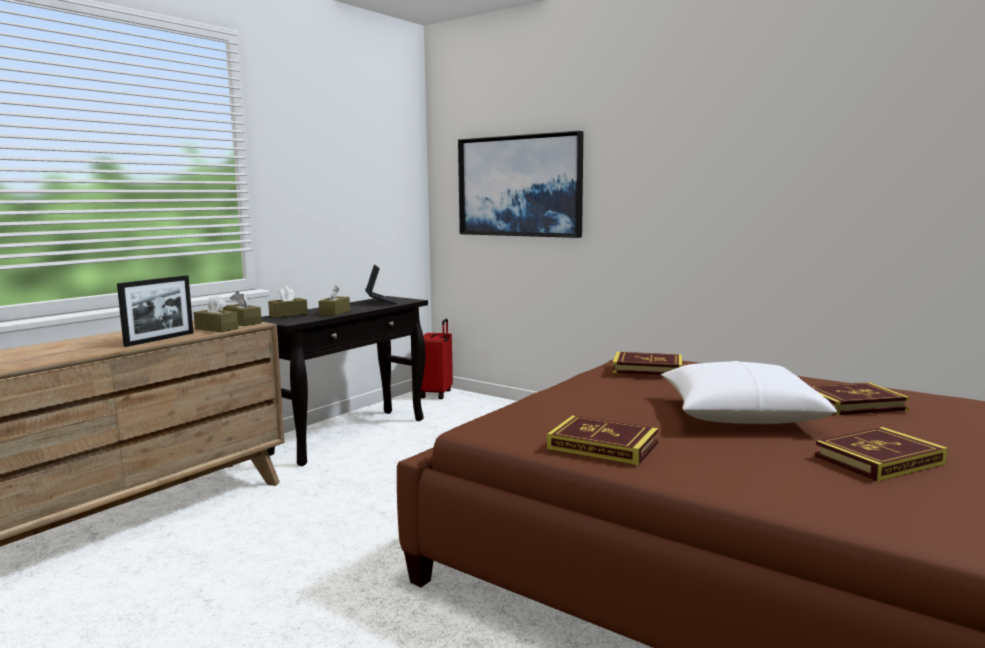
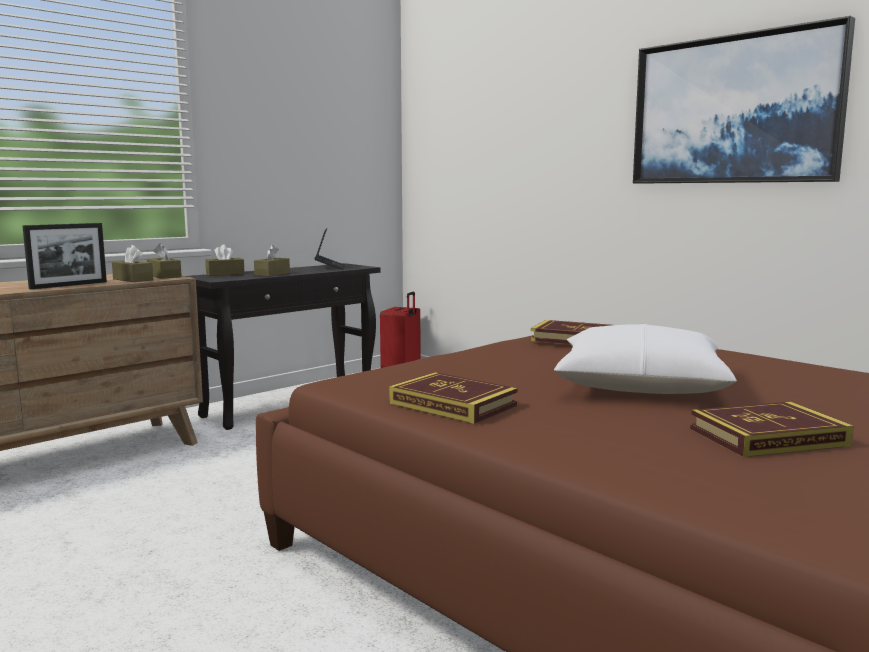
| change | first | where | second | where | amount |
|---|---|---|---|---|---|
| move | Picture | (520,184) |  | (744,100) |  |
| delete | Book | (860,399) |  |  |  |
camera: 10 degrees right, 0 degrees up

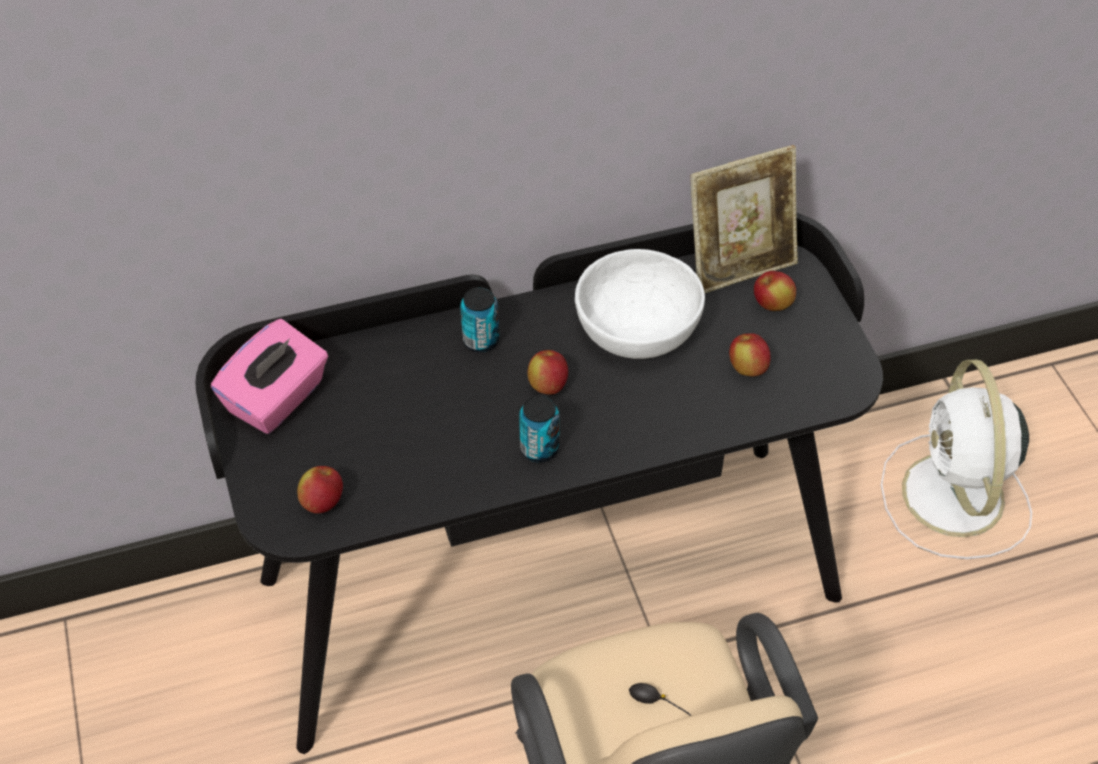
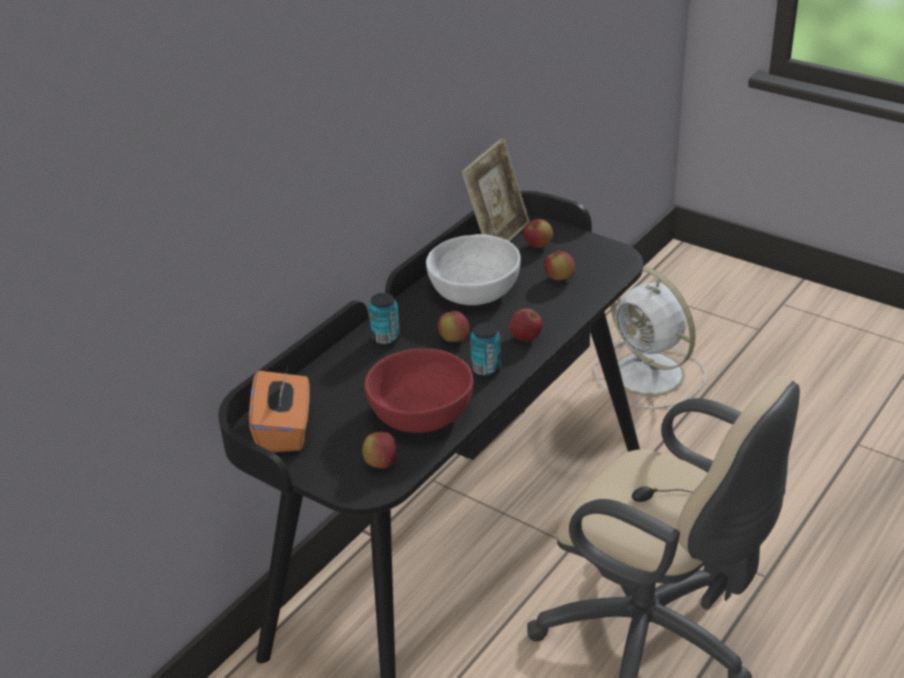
| change | first | where | second | where | amount |
|---|---|---|---|---|---|
| recolor | PinkTissueBox | (269,376) | OrangeTissueBox | (279,410) |  |
| insert |  |  | RedBowl | (419,390) |  |
| insert |  |  | Apple | (526,325) |  |
camera: 35 degrees left, 15 degrees down

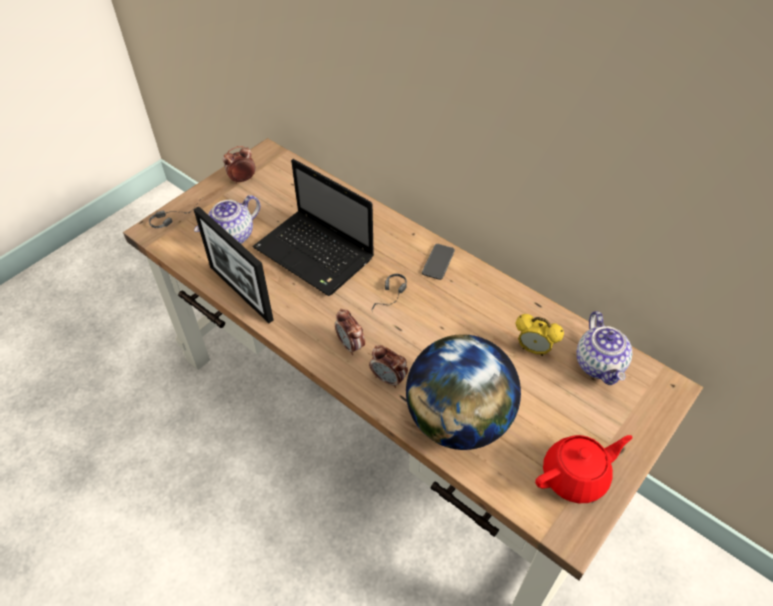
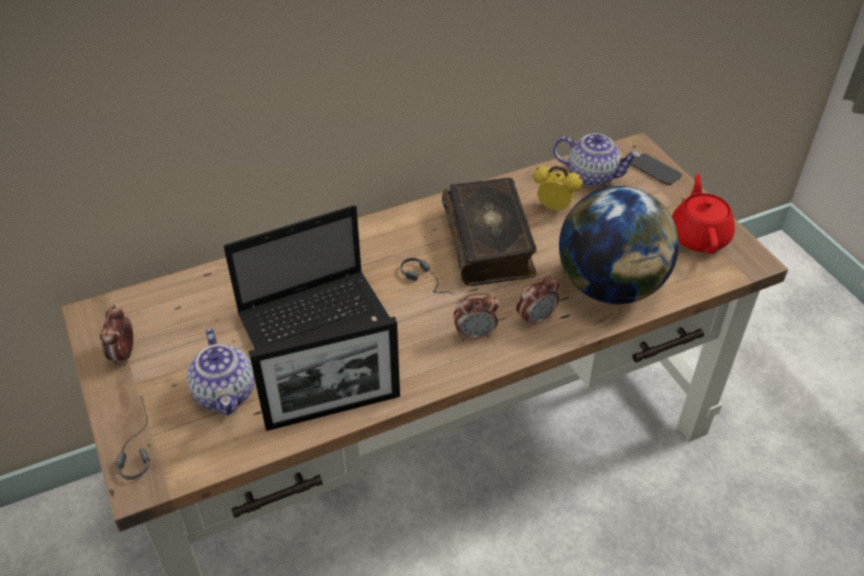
| change | first | where | second | where | amount |
|---|---|---|---|---|---|
| insert |  |  | Book | (489,232) |  |
| rotate | AlarmClock | (540,335) |  | (558,188) | 120 degrees counterclockwise |
| move | Phone | (438,262) |  | (656,169) |  |
camera: 65 degrees left, 5 degrees down

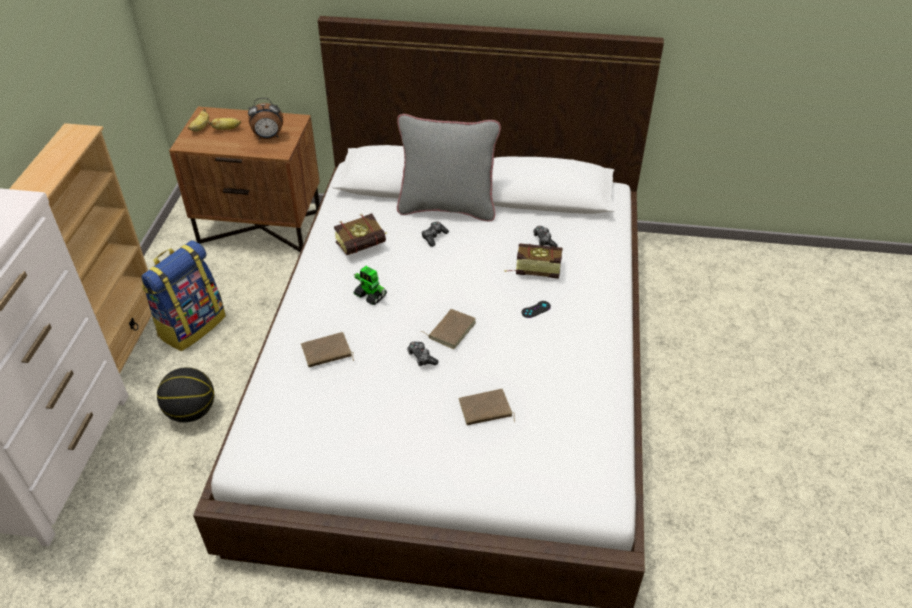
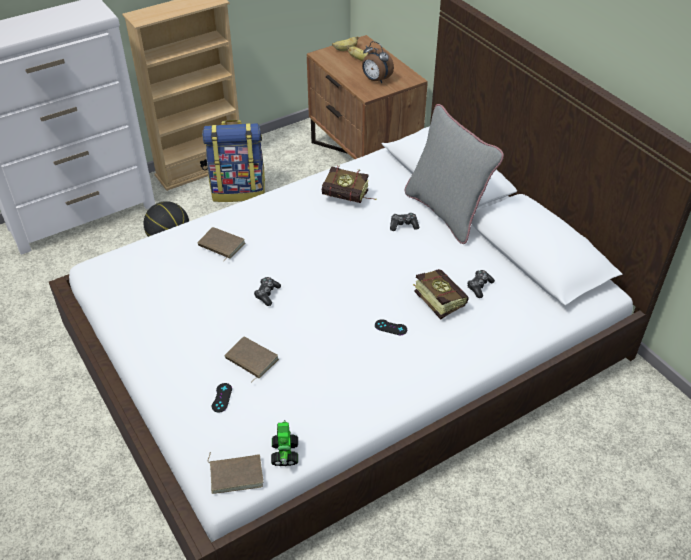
| change | first | where | second | where | amount |
|---|---|---|---|---|---|
| move | BrownBook | (448,329) |  | (235,473) |  |
| insert |  |  | BlackGameController | (222,398) |  |
| move | ToyRobot | (370,285) |  | (284,443) |  |
camera: 50 degrees right, 0 degrees up

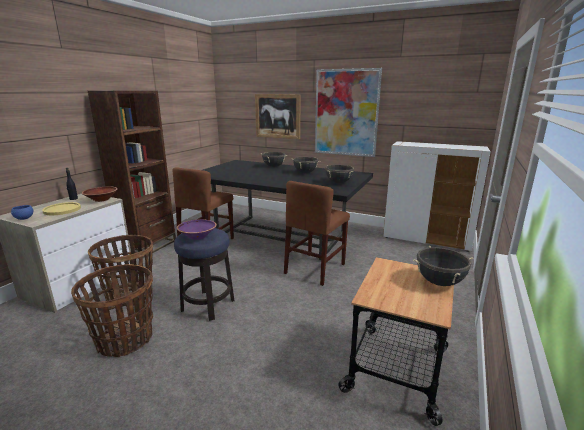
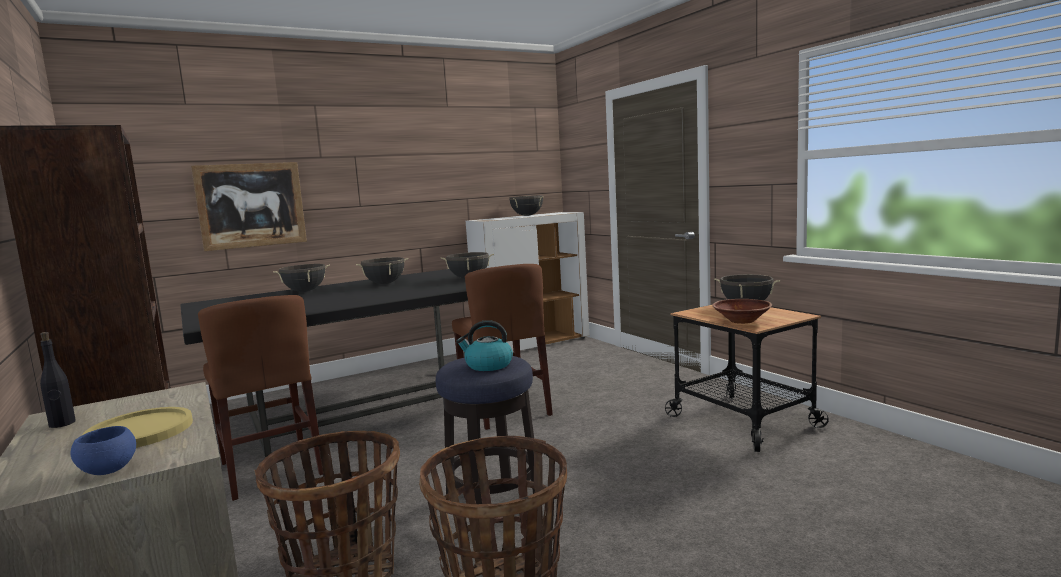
| change | first | where | second | where | amount |
|---|---|---|---|---|---|
| replace | PurpleBowl | (197,229) | Kettle | (484,345) |  |
| insert |  |  | BlackCookingPot | (526,205) |  |
| move | BrownBowl | (100,194) |  | (742,311) |  |
| delete | Picture | (348,112) |  |  |  |
camera: 55 degrees left, 10 degrees down

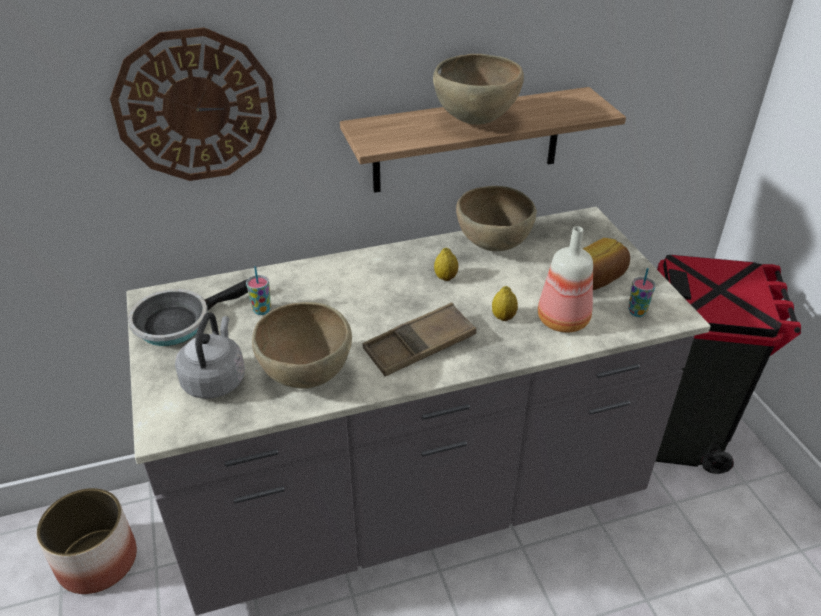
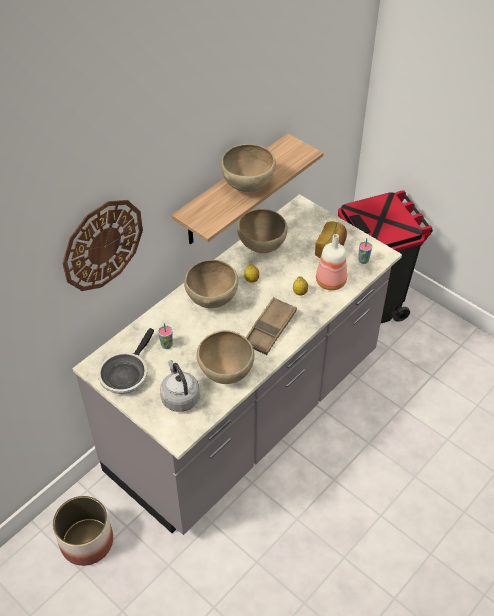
| change | first | where | second | where | amount |
|---|---|---|---|---|---|
| insert |  |  | BrownBowl | (211,284) |  |
camera: 30 degrees left, 10 degrees up

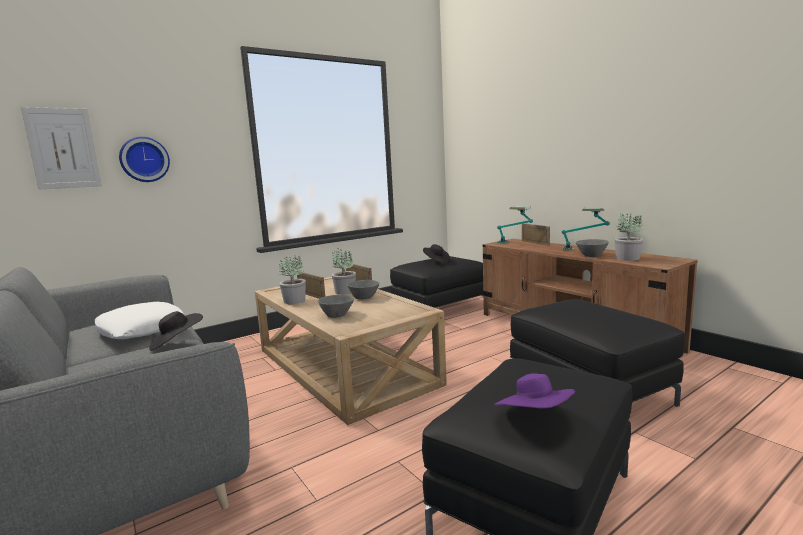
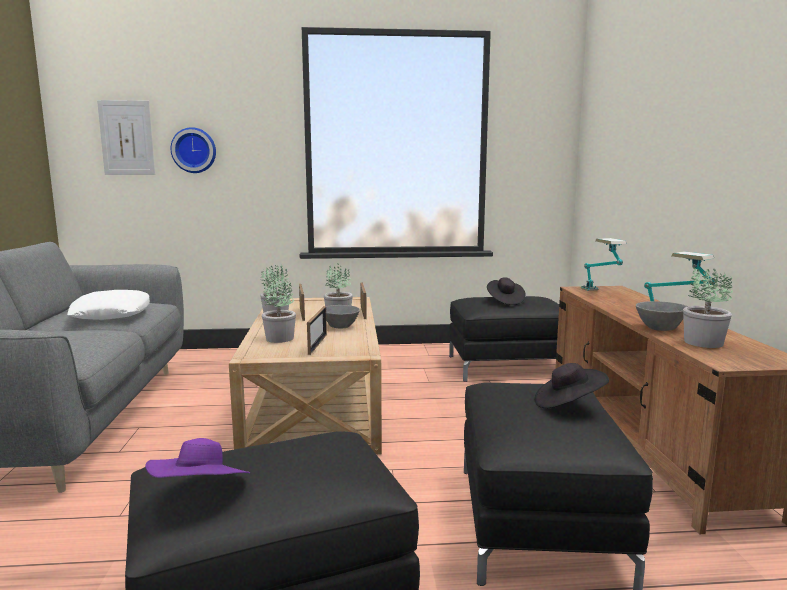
| change | first | where | second | where | amount |
|---|---|---|---|---|---|
| replace | GreyBowl | (336,306) | PottedPlant | (279,312) |  |
| move | PictureFrame | (536,234) |  | (317,330) |  |
| move | BlackHat | (176,331) |  | (572,385) |  |
camera: 30 degrees right, 0 degrees up

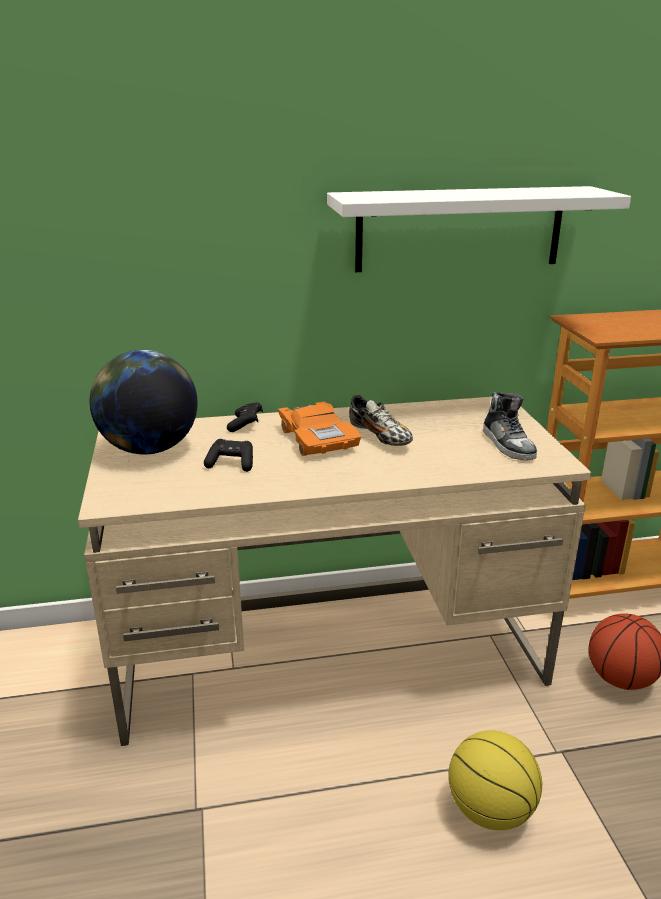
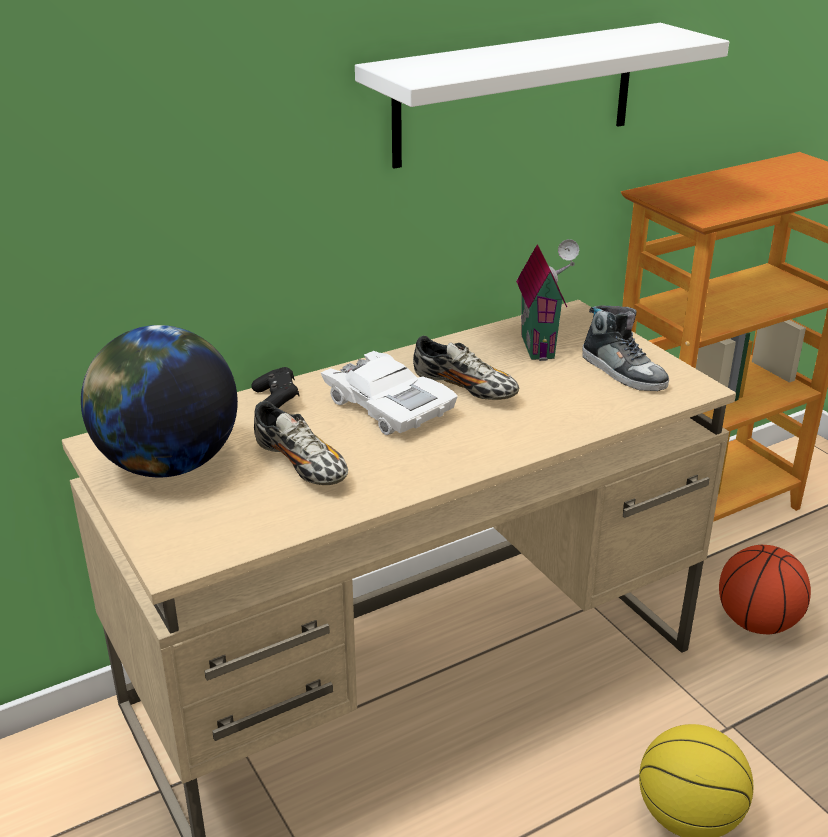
| change | first | where | second | where | amount |
|---|---|---|---|---|---|
| replace | BlackGameController | (228,455) | Shoe | (301,443) |  |
| recolor | OrangeToyCar | (319,429) | WhiteToyCar | (389,393) |  |
| insert |  |  | ToyHouse | (547,300) |  |
camera: 20 degrees left, 5 degrees up

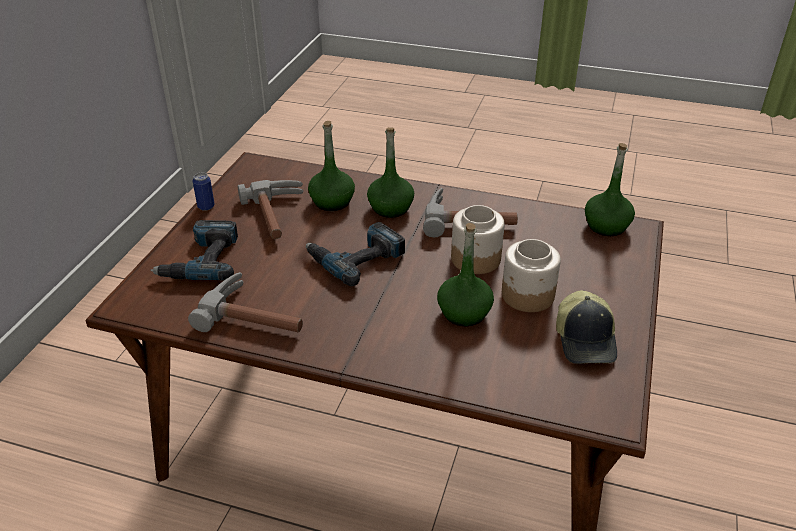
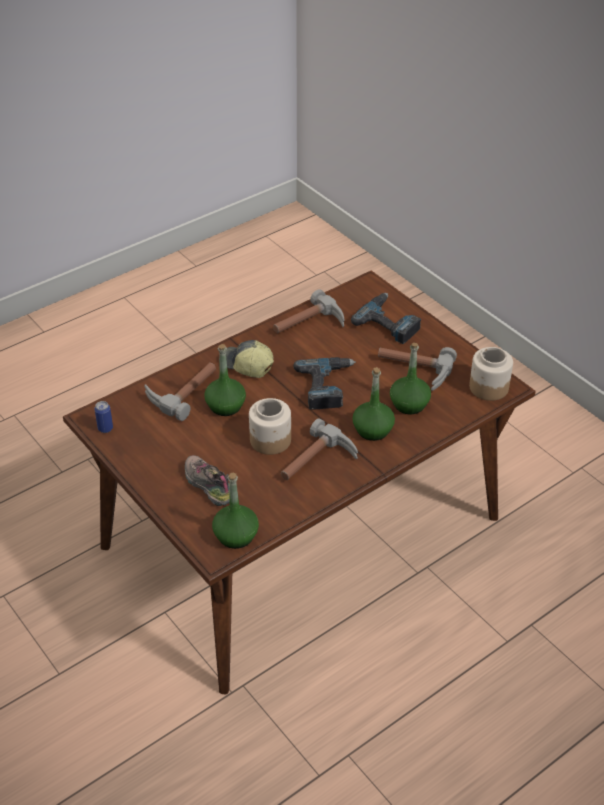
| change | first | where | second | where | amount |
|---|---|---|---|---|---|
| move | Can | (204,192) |  | (103,417) |  |
| insert |  |  | Hammer | (180,392) |  |
| insert |  |  | Shoe | (207,480) |  |
| move | Cap | (586,327) |  | (246,359) |  |
| move | Jar | (531,275) |  | (491,374) |  |
camera: 125 degrees right, 5 degrees up

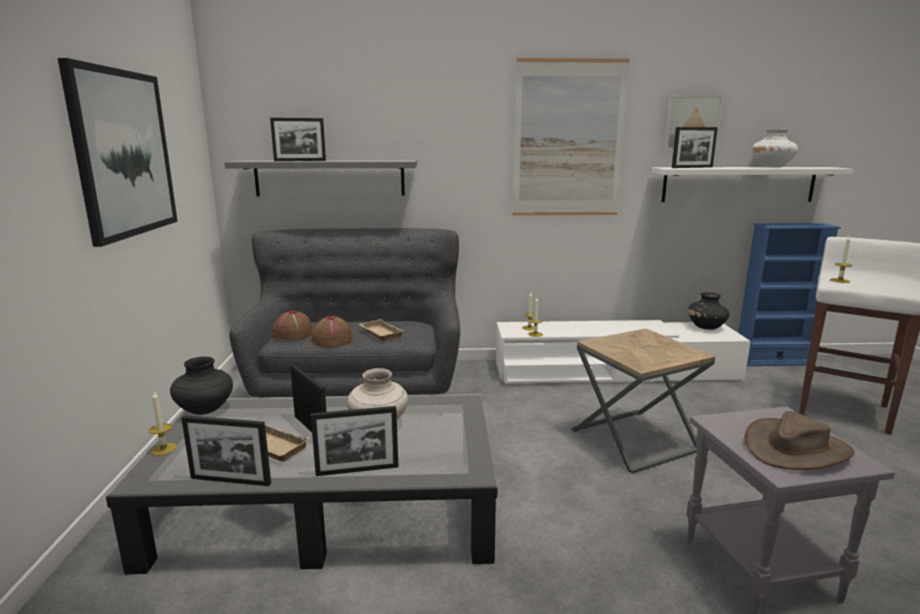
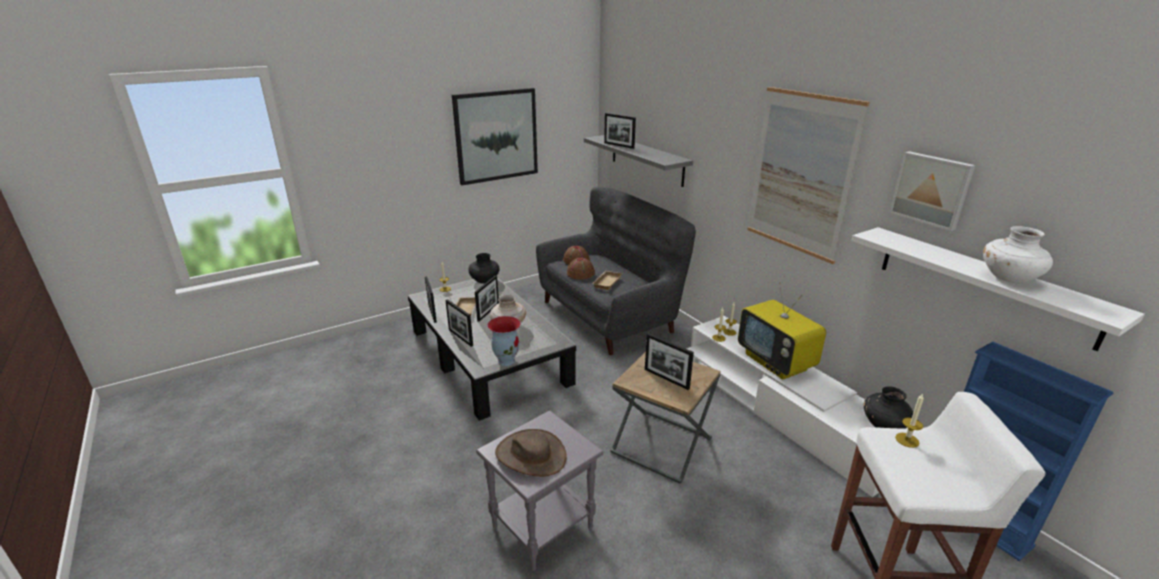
| change | first | where | second | where | amount |
|---|---|---|---|---|---|
| insert |  |  | Vase | (504,341) |  |
| move | PictureFrame | (695,147) |  | (669,361) |  |
| insert |  |  | Television | (782,330) |  |
camera: 60 degrees right, 10 degrees up

